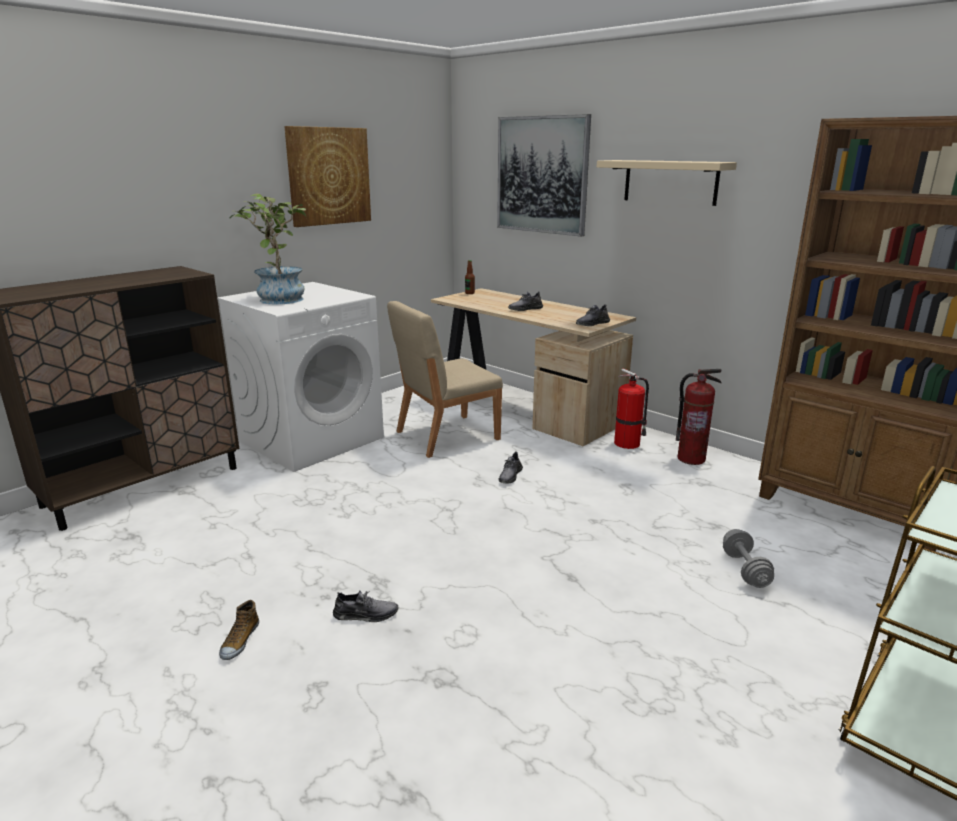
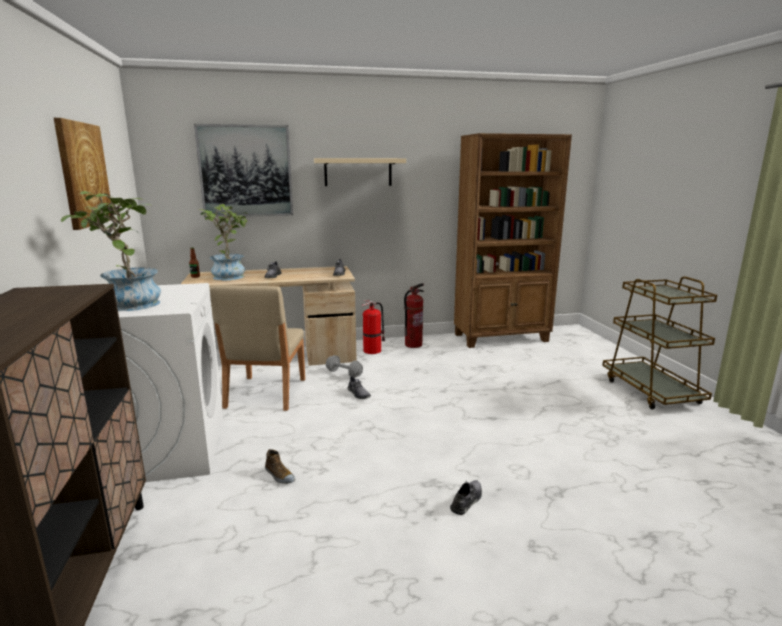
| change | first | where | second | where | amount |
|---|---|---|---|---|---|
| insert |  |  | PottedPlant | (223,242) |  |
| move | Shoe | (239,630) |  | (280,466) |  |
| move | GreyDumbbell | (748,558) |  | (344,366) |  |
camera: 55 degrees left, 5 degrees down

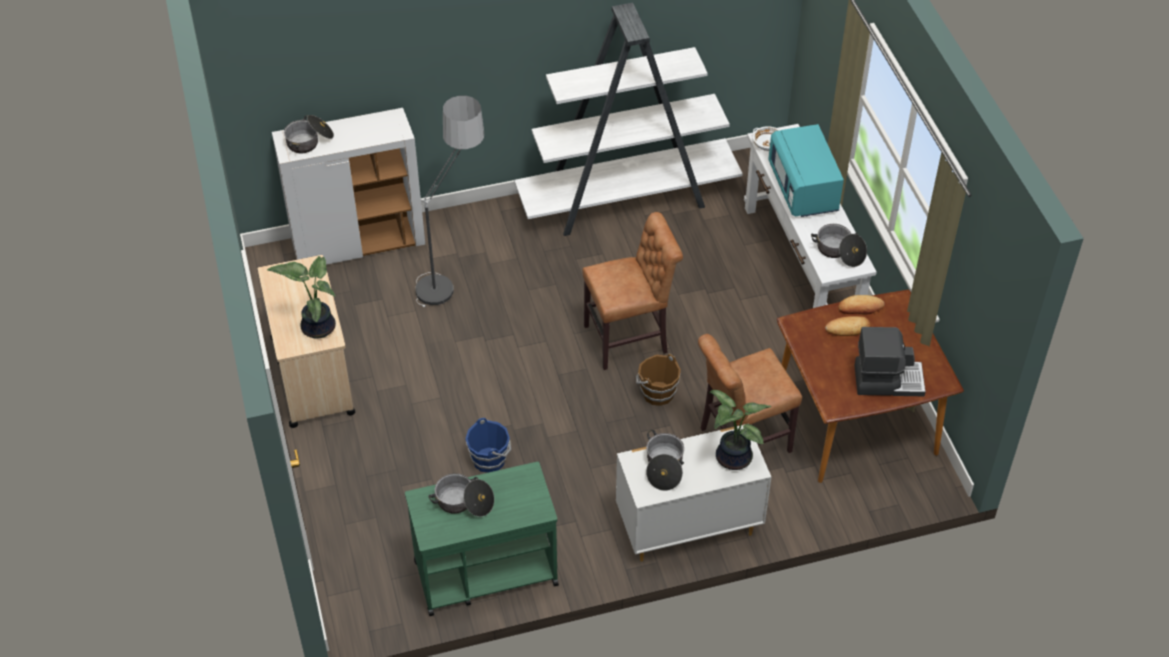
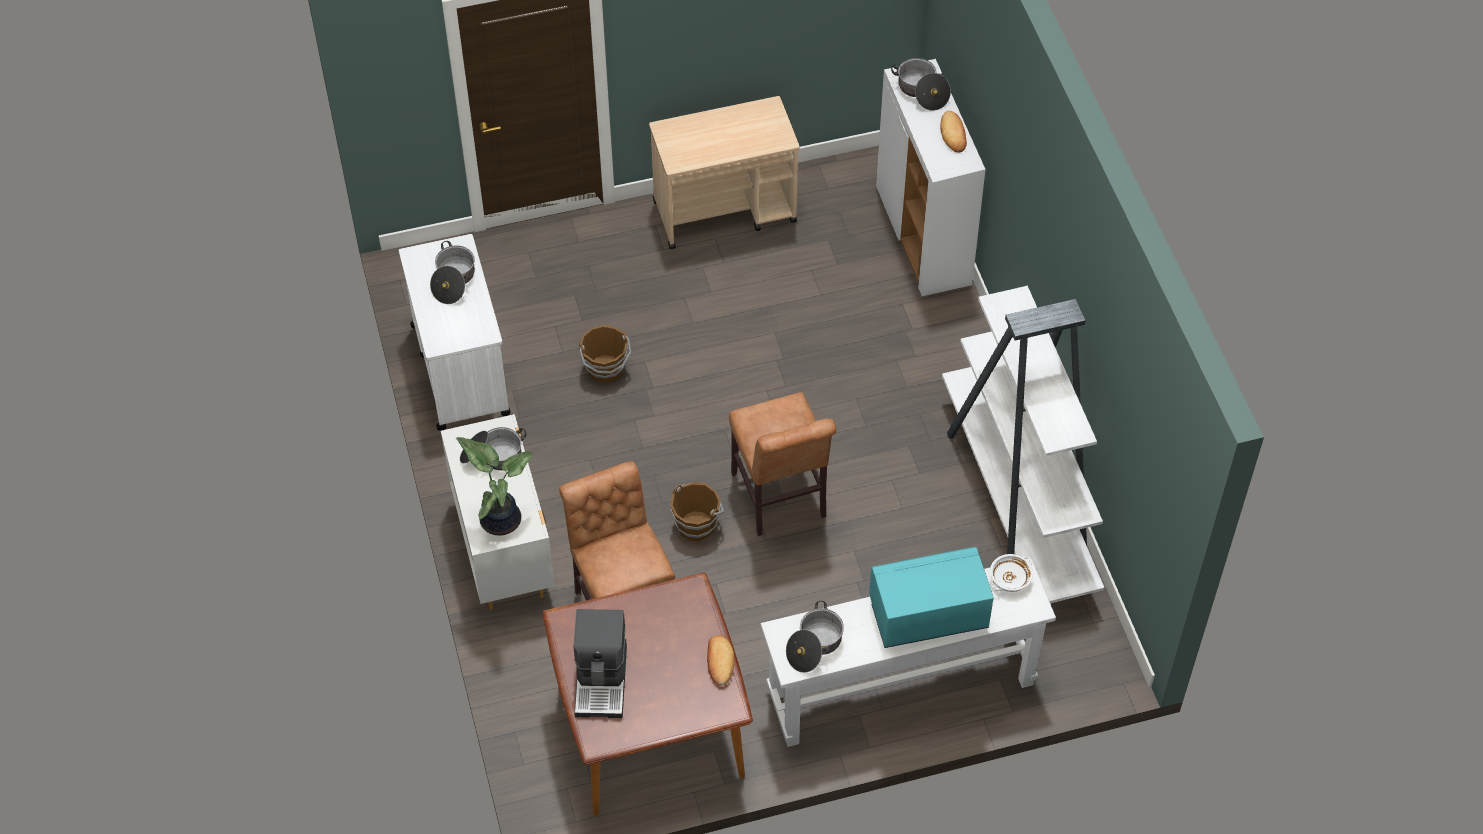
| change | first | where | second | where | amount |
|---|---|---|---|---|---|
| recolor | GreenCart | (482,539) | WhiteCart | (455,332) |  |
| recolor | BlueBucket | (488,445) | BrownBucket | (605,354) |  |
| move | Bread | (847,326) |  | (953,132) |  |
| delete | PottedPlant | (301,297) |  |  |  |
| delete | FloorLamp | (450,201) |  |  |  |
camera: 90 degrees right, 5 degrees up

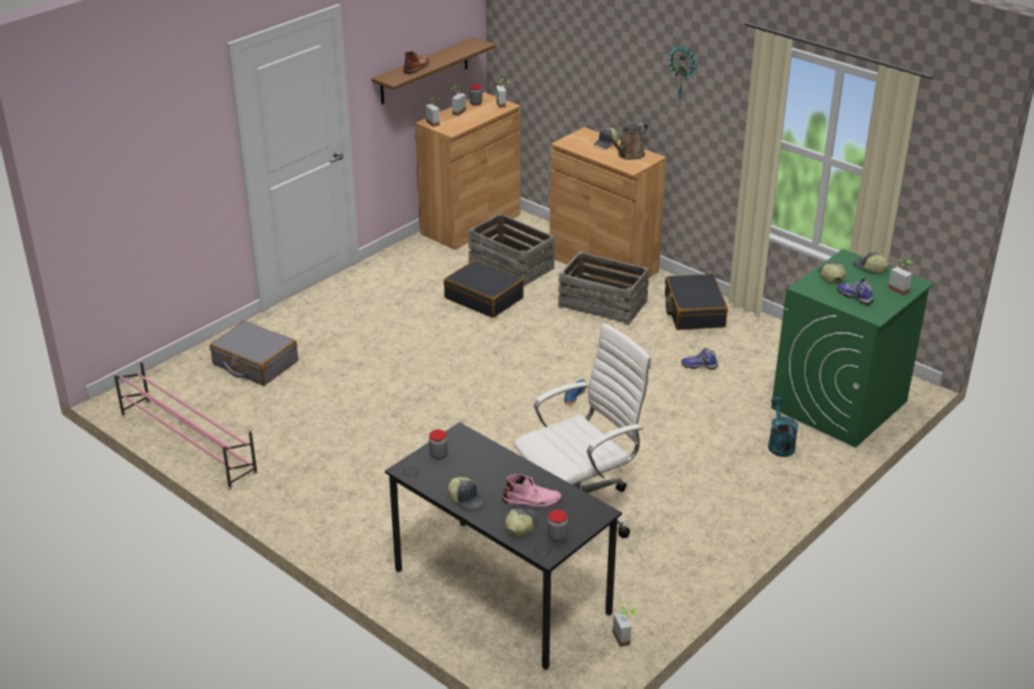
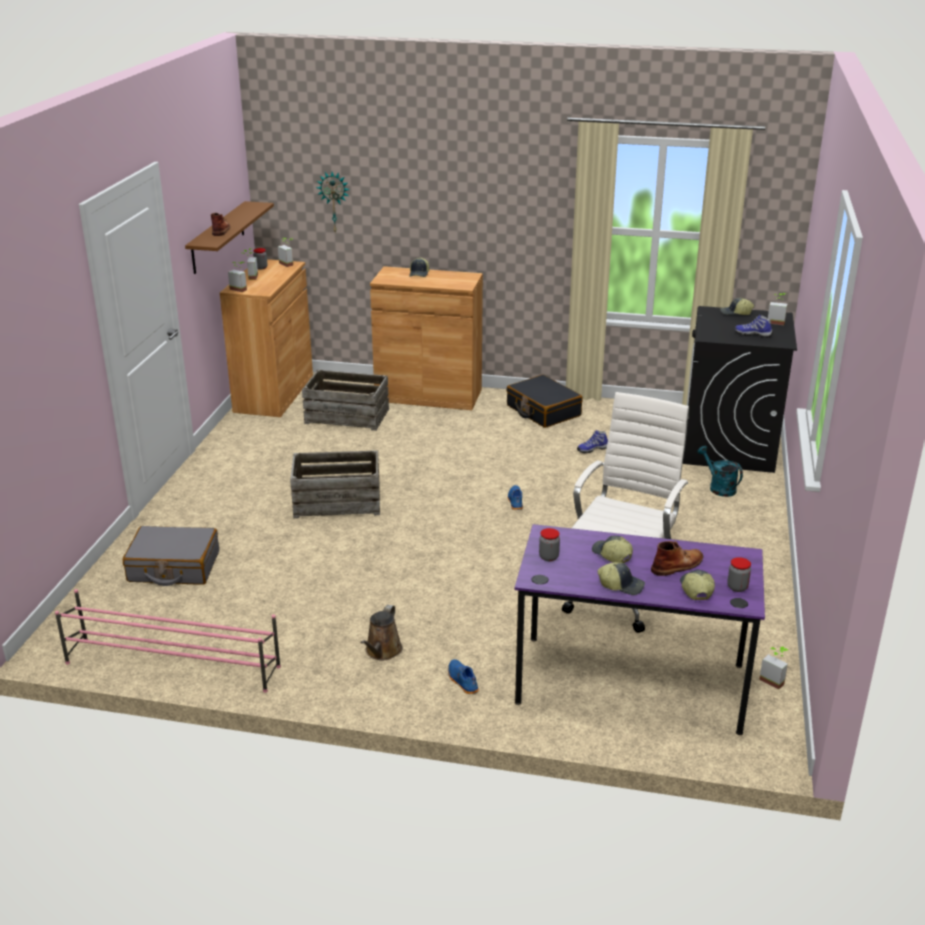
| change | first | where | second | where | amount |
|---|---|---|---|---|---|
| move | Crate | (603,288) |  | (335,484) |  |
| move | WallClock | (682,76) |  | (333,203) |  |
| move | BrownWateringCan | (626,141) |  | (382,632) |  |
| insert |  |  | BlueShoe | (463,676) |  |
| recolor | BlackDesk | (503,546) | PurpleDesk | (639,629) |  |
| move | Cap | (832,272) |  | (612,549) |  |
| recolor | PinkBoot | (532,490) | BrownBoot | (677,558) |  |
| recolor | GreenWashingMachine | (852,348) | BlackWashingMachine | (740,389) |  |
| delete | BlackSuitcase | (484,289) |  |  |  |
camera: 30 degrees left, 5 degrees down

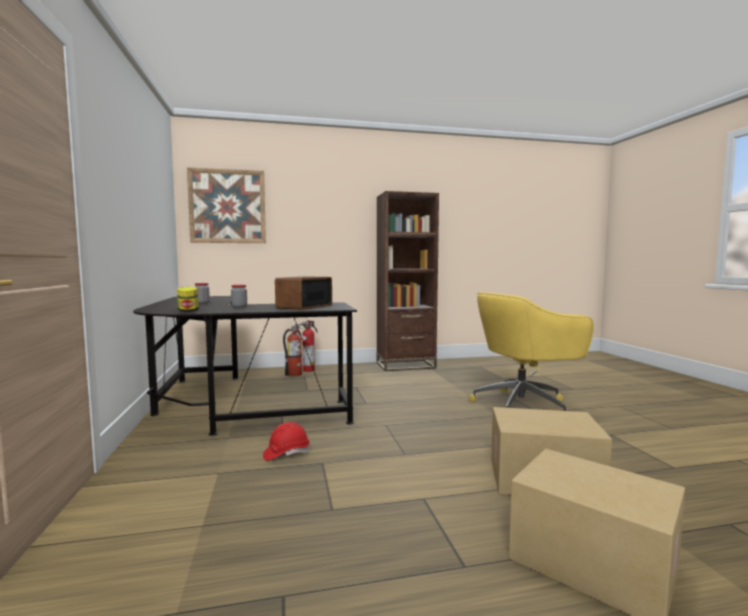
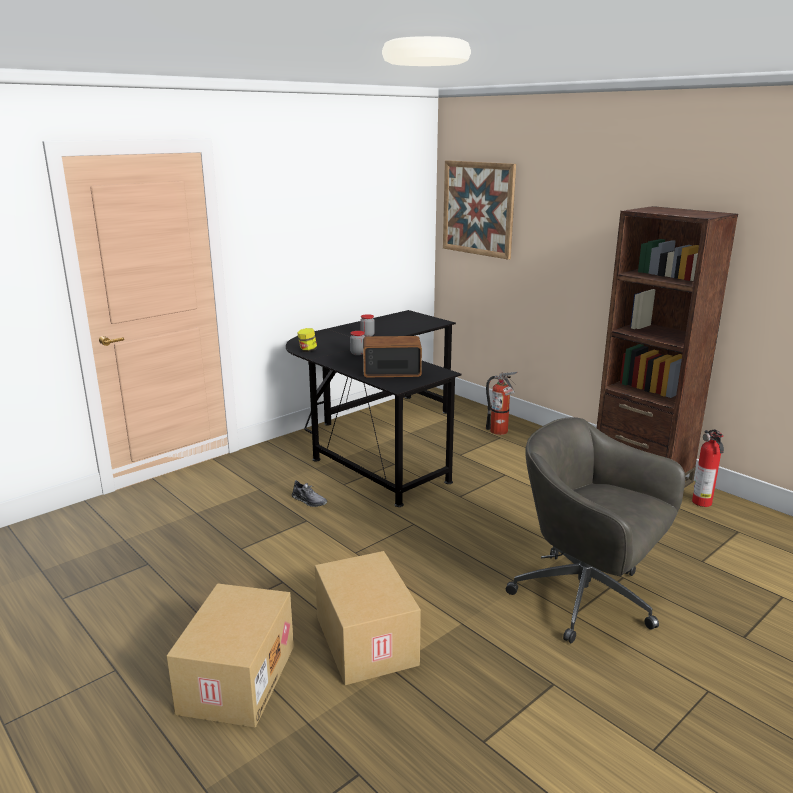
| change | first | where | second | where | amount |
|---|---|---|---|---|---|
| replace | RedHardHat | (286,441) | GreyShoe | (309,493) |  |
| recolor | YellowOfficeChair | (531,351) | GreyOfficeChair | (595,530) |  |
| move | FireExtinguisher | (309,346) |  | (708,468) |  |
camera: 60 degrees right, 15 degrees up

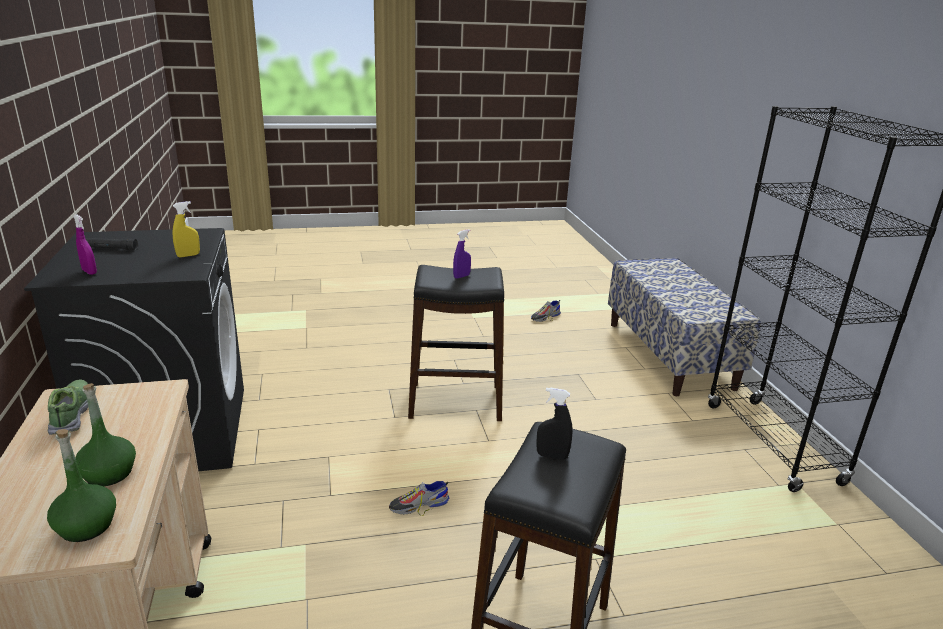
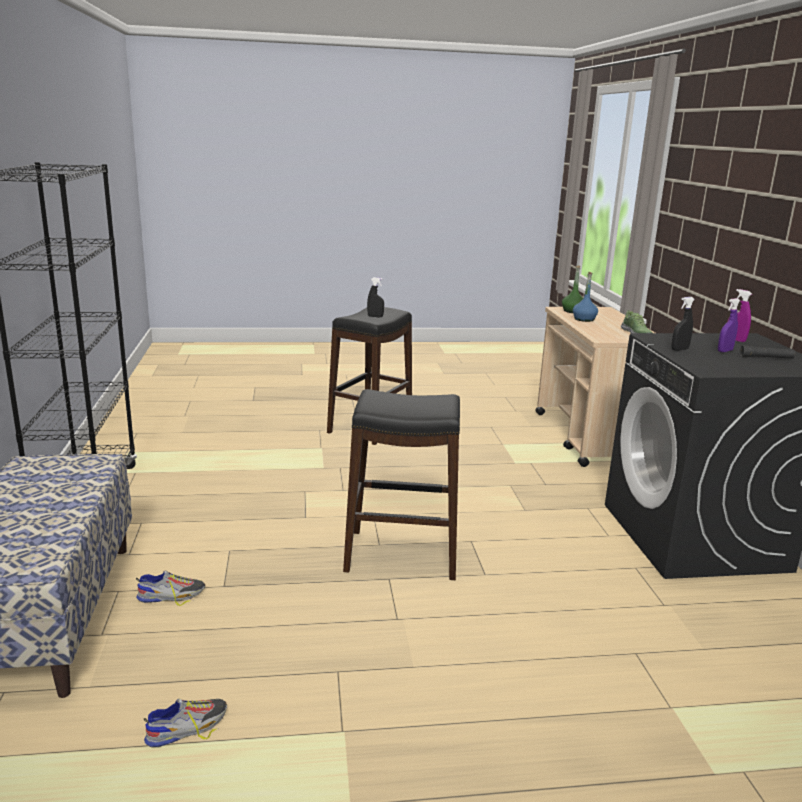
| change | first | where | second | where | amount |
|---|---|---|---|---|---|
| move | Shoe | (419,498) |  | (170,588) |  |
| recolor | GreenBottle | (105,434) | BlueBottle | (585,297) |  |
| recolor | YellowSprayBottle | (186,229) | BlackSprayBottle | (683,324) |  |
| move | PurpleSprayBottle | (462,254) |  | (729,325) |  |
camera: 175 degrees left, 5 degrees down

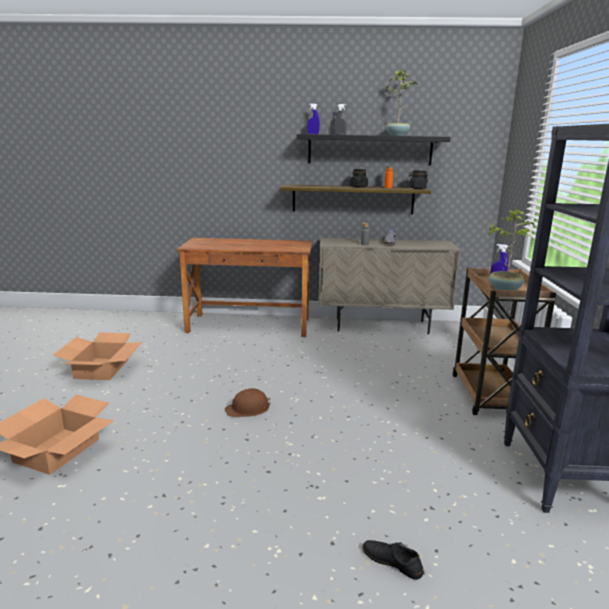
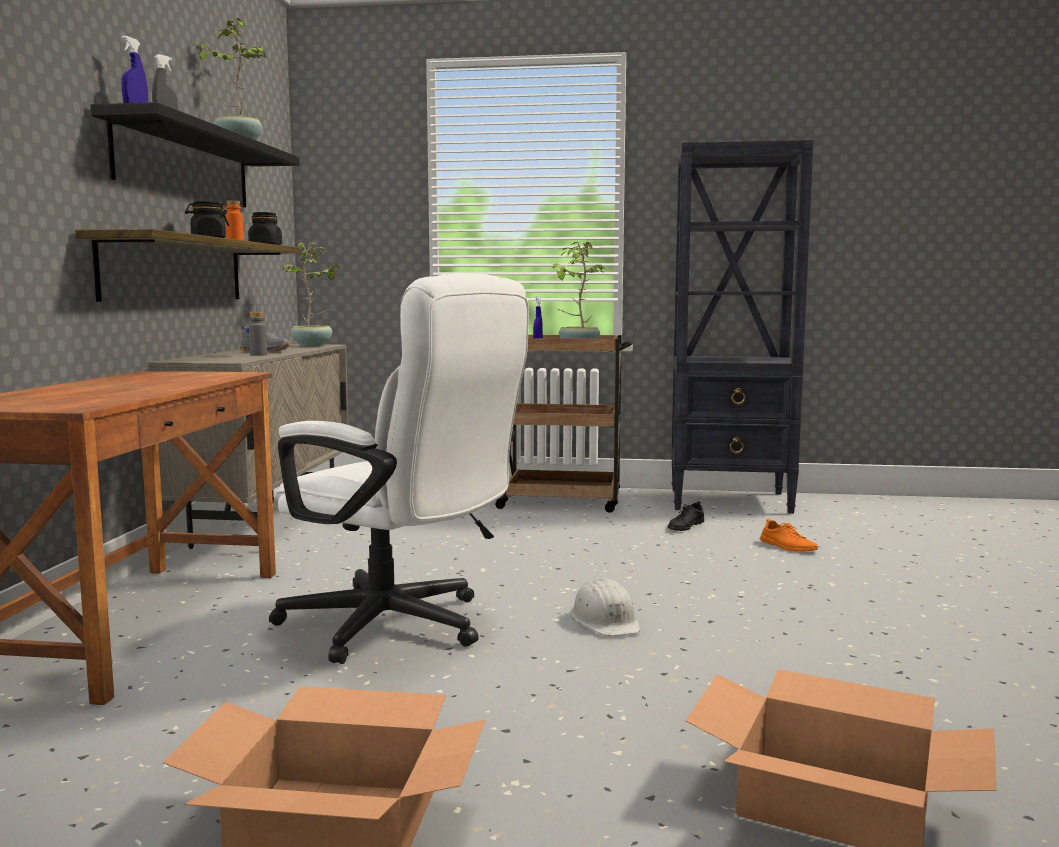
| change | first | where | second | where | amount |
|---|---|---|---|---|---|
| insert |  |  | WhiteOfficeChair | (399,468) |  |
| insert |  |  | PottedPlant | (311,294) |  |
| recolor | BrownHardHat | (248,402) | WhiteHardHat | (605,607) |  |
| move | BlackShoe | (392,560) |  | (685,516) |  |
| insert |  |  | OrangeShoe | (789,535) |  |
camera: 85 degrees left, 10 degrees down

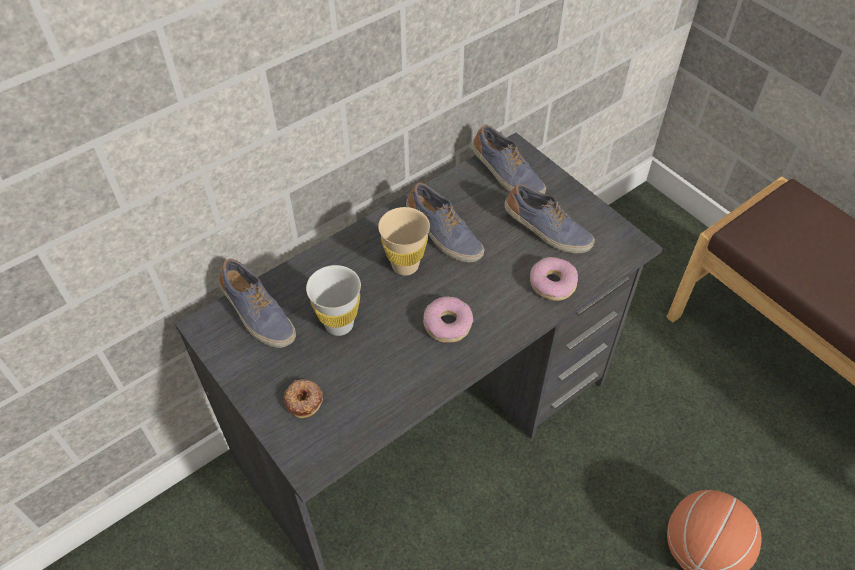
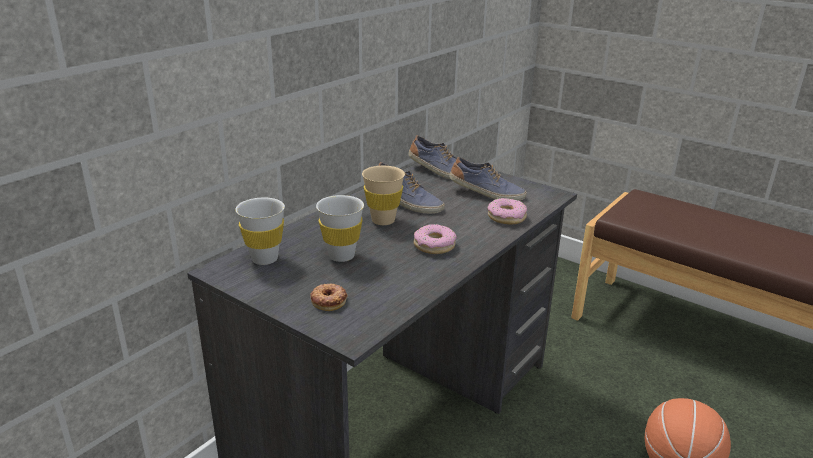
| change | first | where | second | where | amount |
|---|---|---|---|---|---|
| replace | Shoe | (257,303) | WhiteCup | (260,231) |  |
camera: 15 degrees left, 25 degrees down

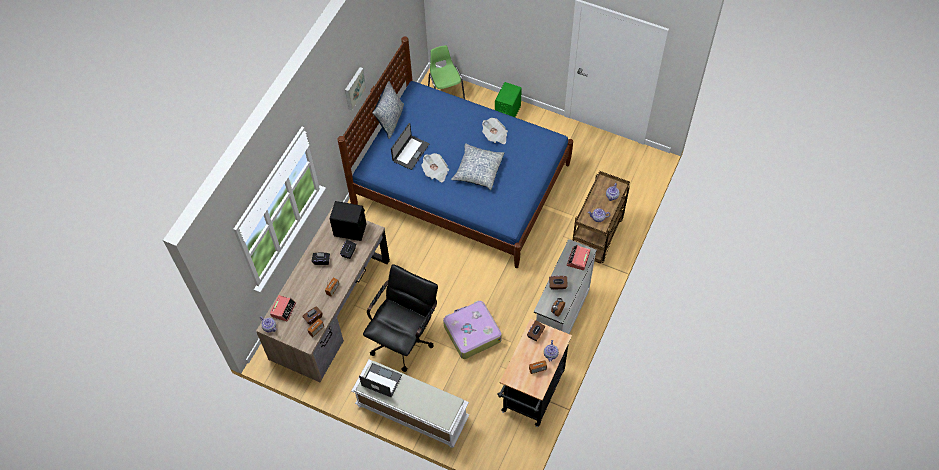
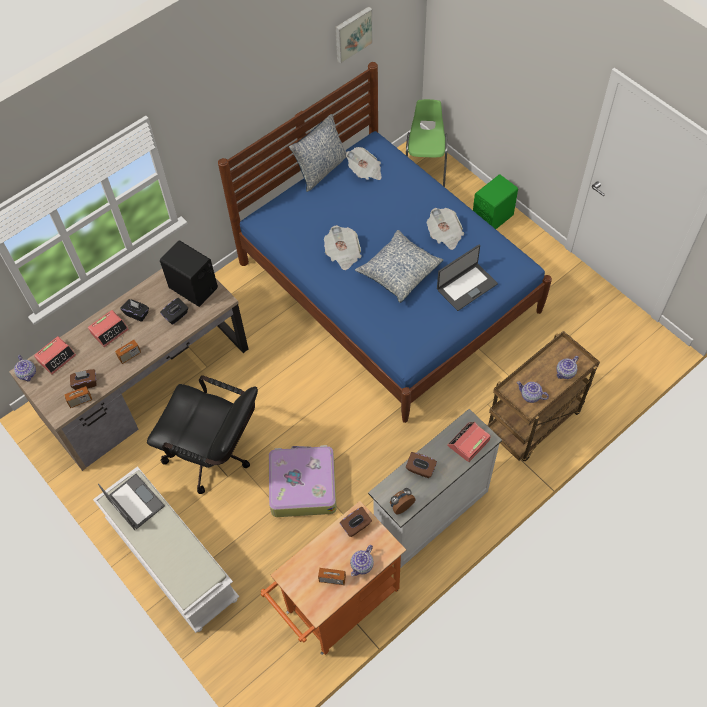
| change | first | where | second | where | amount |
|---|---|---|---|---|---|
| insert |  |  | AlarmClock | (108,328) |  |
| rotate | BlackOfficeChair | (400,318) |  | (202,435) | 60 degrees clockwise |
| recolor | BlackCart | (534,373) | OrangeCart | (333,578) |  |
| move | Picture | (355,88) |  | (354,35) |  |
| insert |  |  | Newspaper | (364,163) |  |
| move | Laptop | (410,146) |  | (467,278) |  |
camera: 25 degrees right, 0 degrees up

